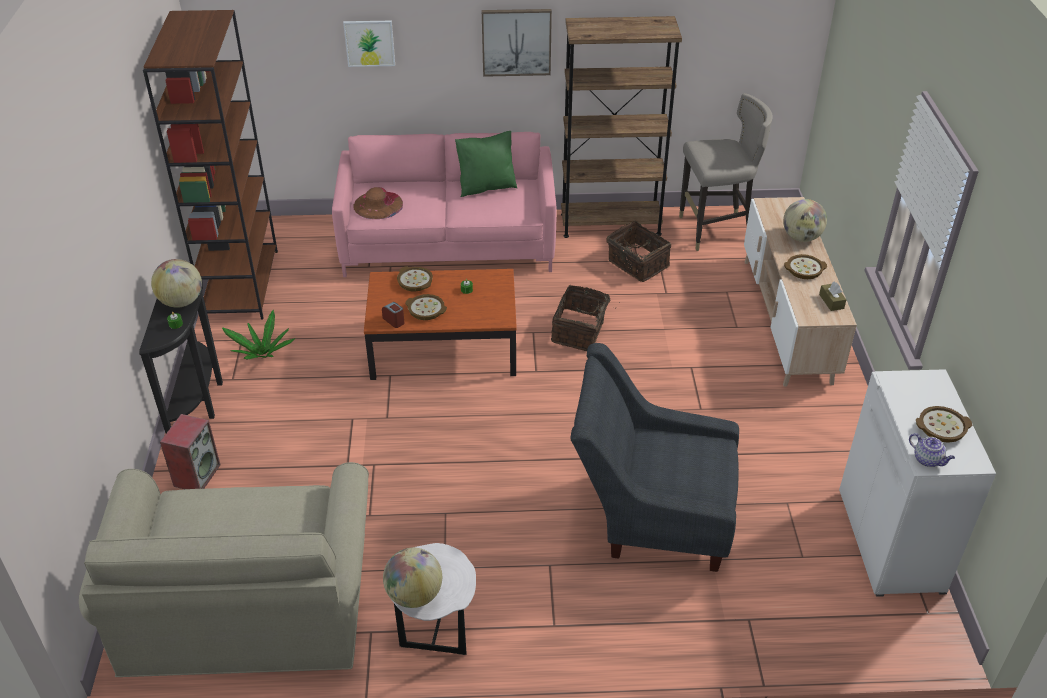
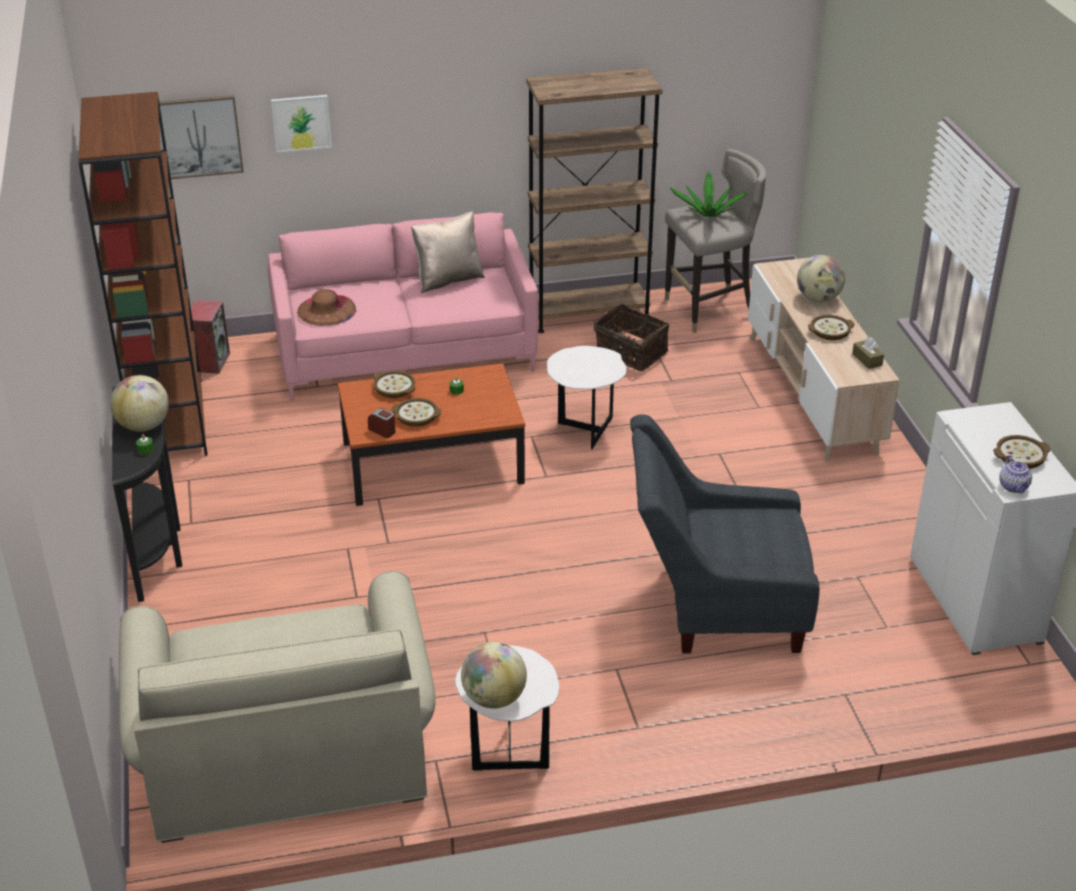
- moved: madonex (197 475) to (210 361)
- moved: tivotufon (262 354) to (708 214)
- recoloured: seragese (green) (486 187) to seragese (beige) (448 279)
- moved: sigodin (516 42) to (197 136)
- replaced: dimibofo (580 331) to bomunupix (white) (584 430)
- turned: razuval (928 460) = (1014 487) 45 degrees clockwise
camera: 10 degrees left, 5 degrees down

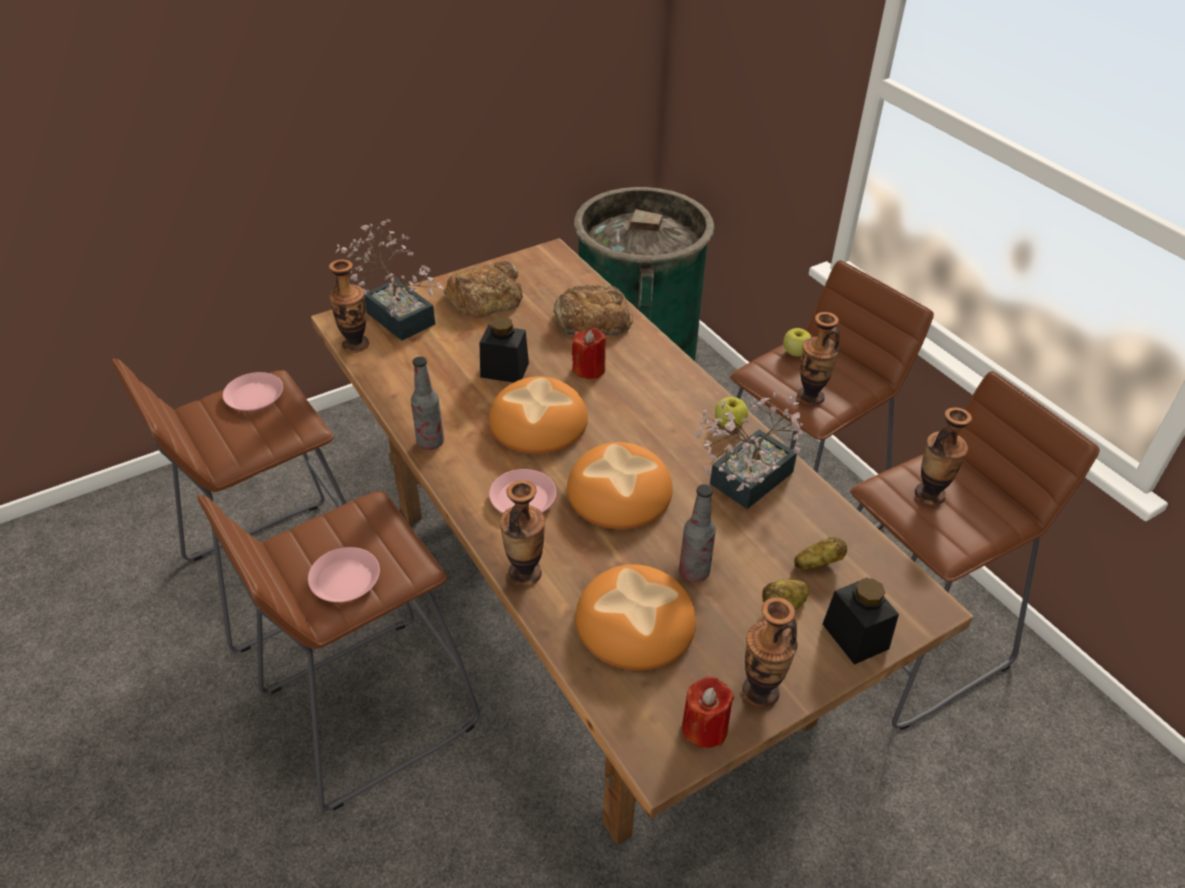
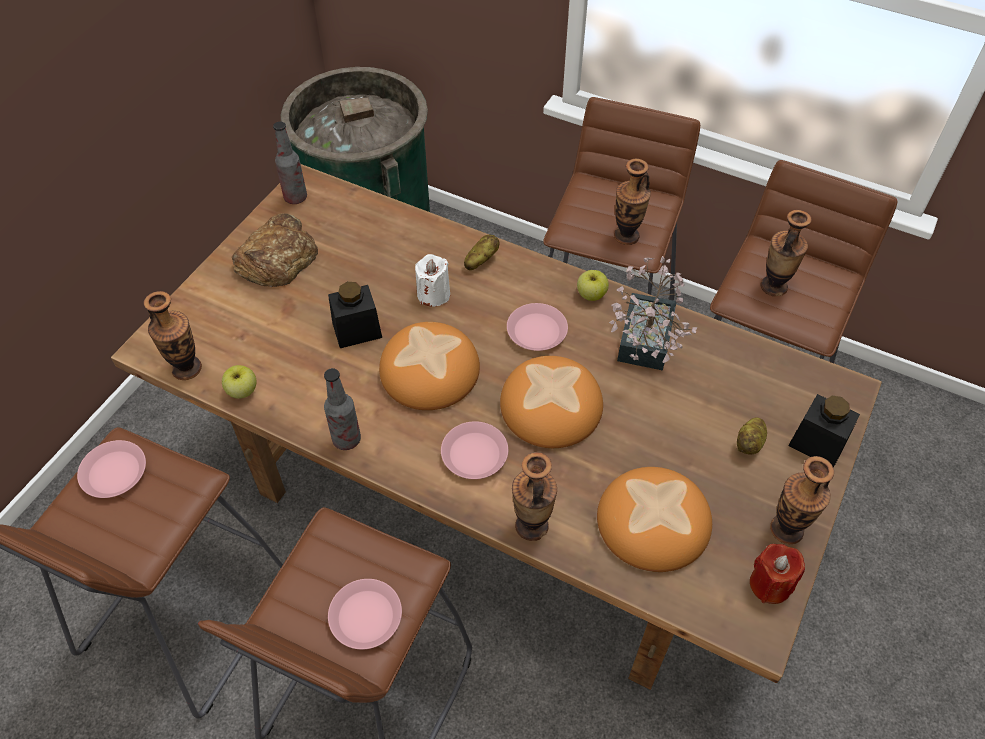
- removed: tivotufon (396 314)
- removed: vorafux (591 319)
- recoloured: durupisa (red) (589 369) to durupisa (white) (433 294)
- moved: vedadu (694 572) to (295 198)
- moved: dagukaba (795 352) to (242 391)
- moved: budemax (817 563) to (481 260)
- added: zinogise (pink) (537 331)
camera: 30 degrees left, 10 degrees up

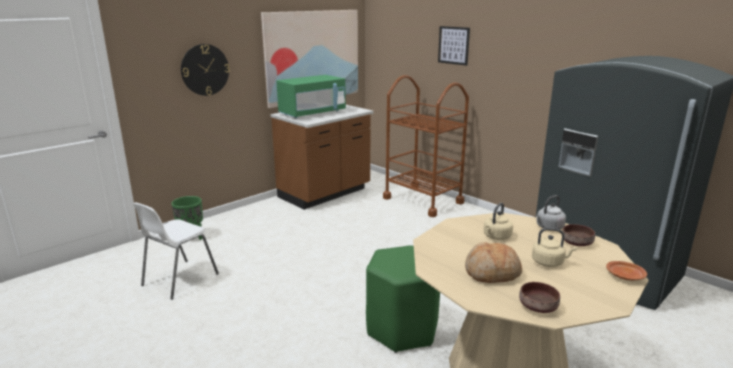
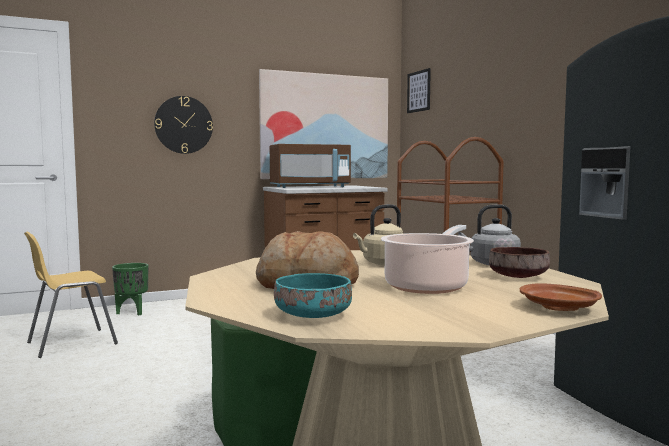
- recoloured: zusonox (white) (179 280) to zusonox (yellow) (71 343)
- recoloured: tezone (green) (312 113) to tezone (brown) (310 187)
- moved: sigodin (453 45) to (419 91)
- recoloured: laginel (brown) (539 307) to laginel (turquoise) (314 316)
- replaced: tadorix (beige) (549 262) to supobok (428 286)
camera: 20 degrees right, 15 degrees down

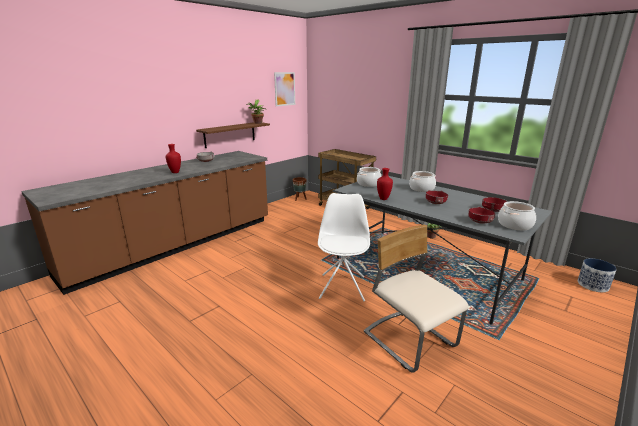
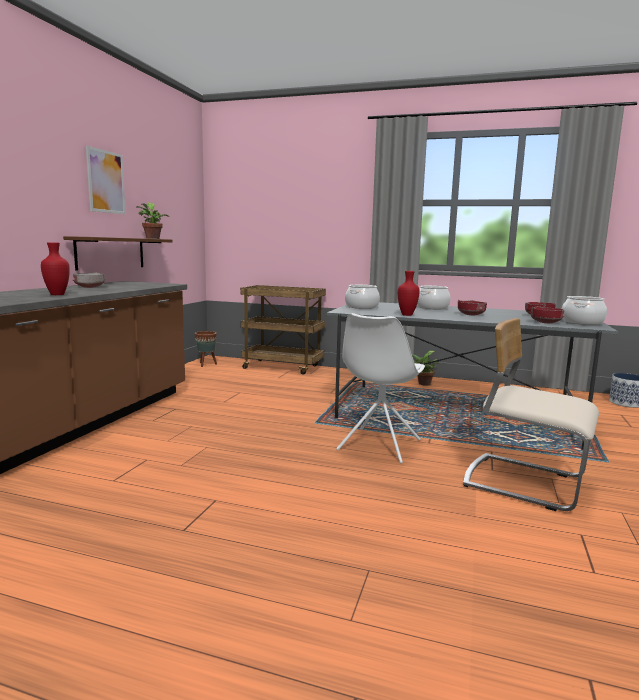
- moved: sigodin (284 89) to (106 182)
- turned: zusonox (white) (342 287) = (378 445) 135 degrees counterclockwise
camera: 25 degrees left, 10 degrees down

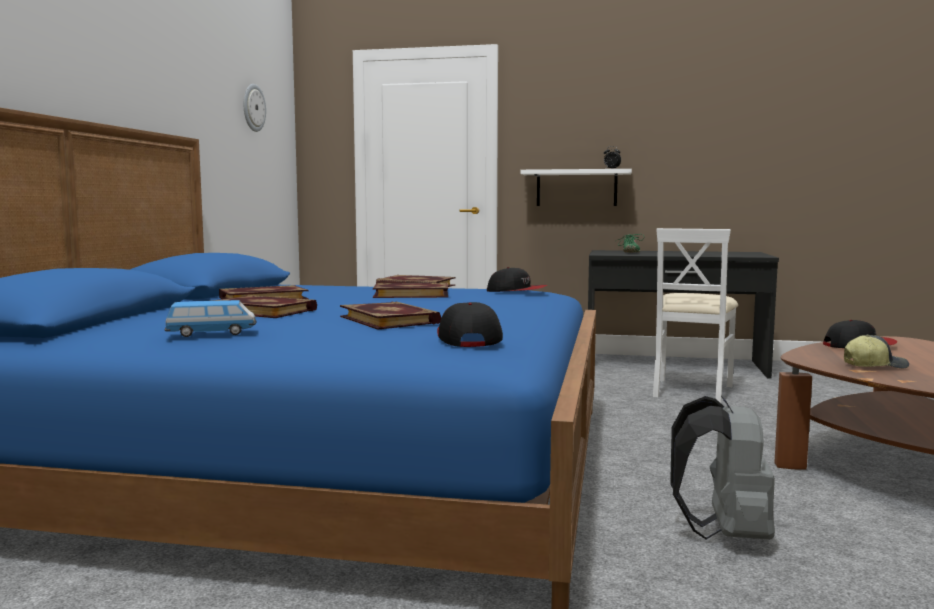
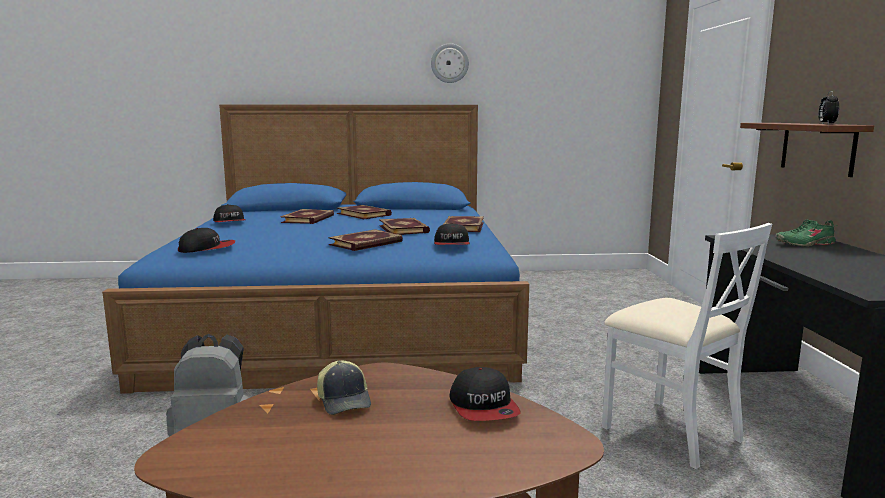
- replaced: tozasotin (212 333) to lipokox (230 222)
- moved: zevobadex (253 108) to (449 63)
- moved: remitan (390 320) to (366 243)
- recoloured: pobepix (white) (576 188) to pobepix (brown) (817 148)
- turned: zusonox (white) (690 390) = (670 431) 135 degrees counterclockwise
camera: 75 degrees right, 5 degrees up

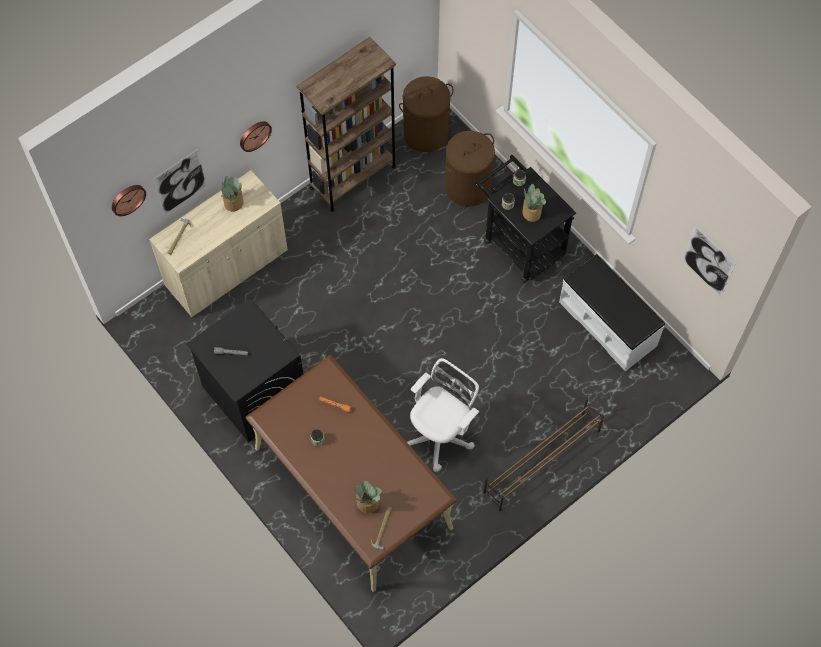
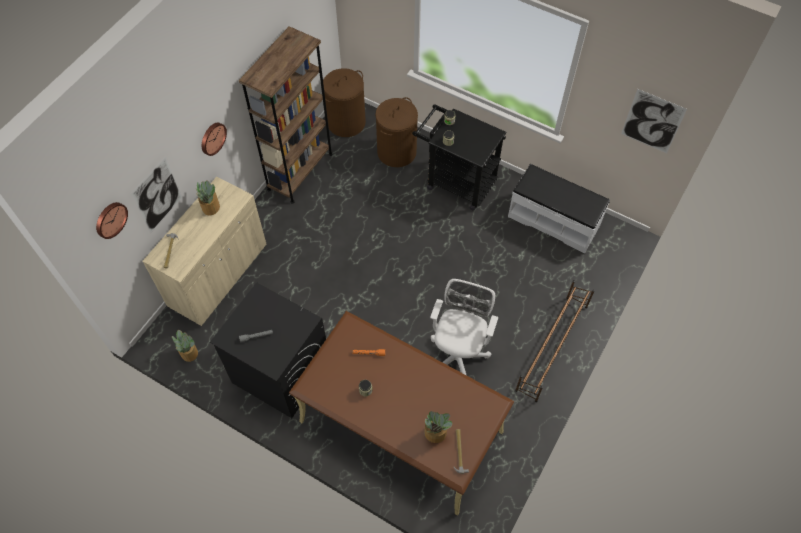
- moved: tivotufon (531 212) to (189 352)
camera: 20 degrees left, 5 degrees down

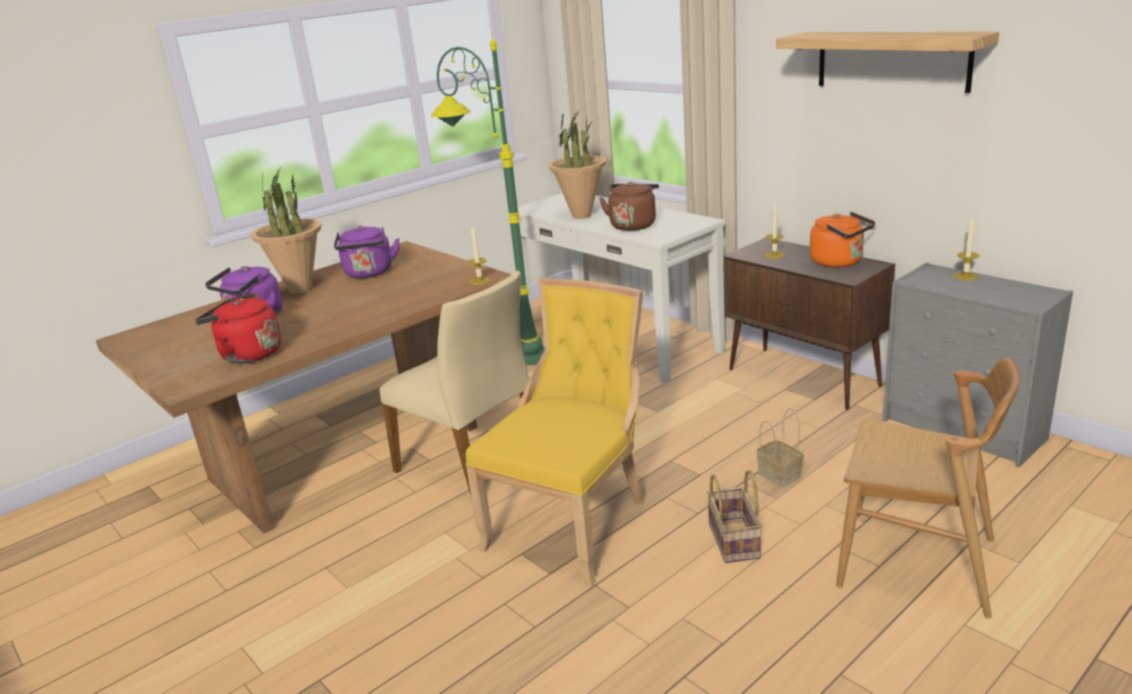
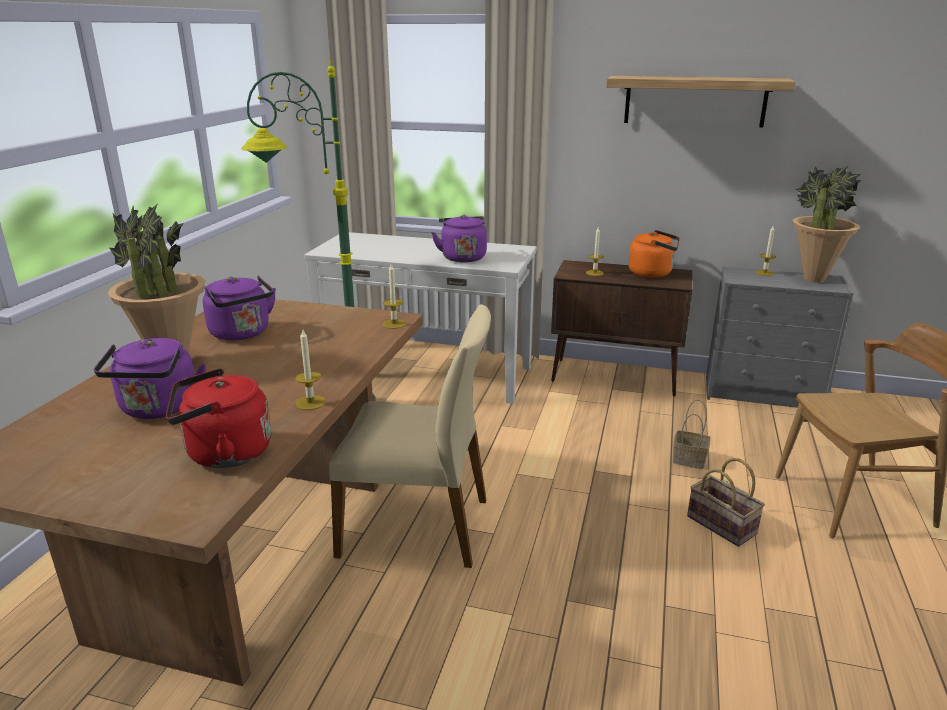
- removed: zusonox (yellow) (573 523)
- moved: tivotufon (581 216) to (813 279)
- recoloured: tadorix (brown) (633 225) to tadorix (purple) (462 257)
- added: durupisa (310 403)
camera: 35 degrees left, 0 degrees up

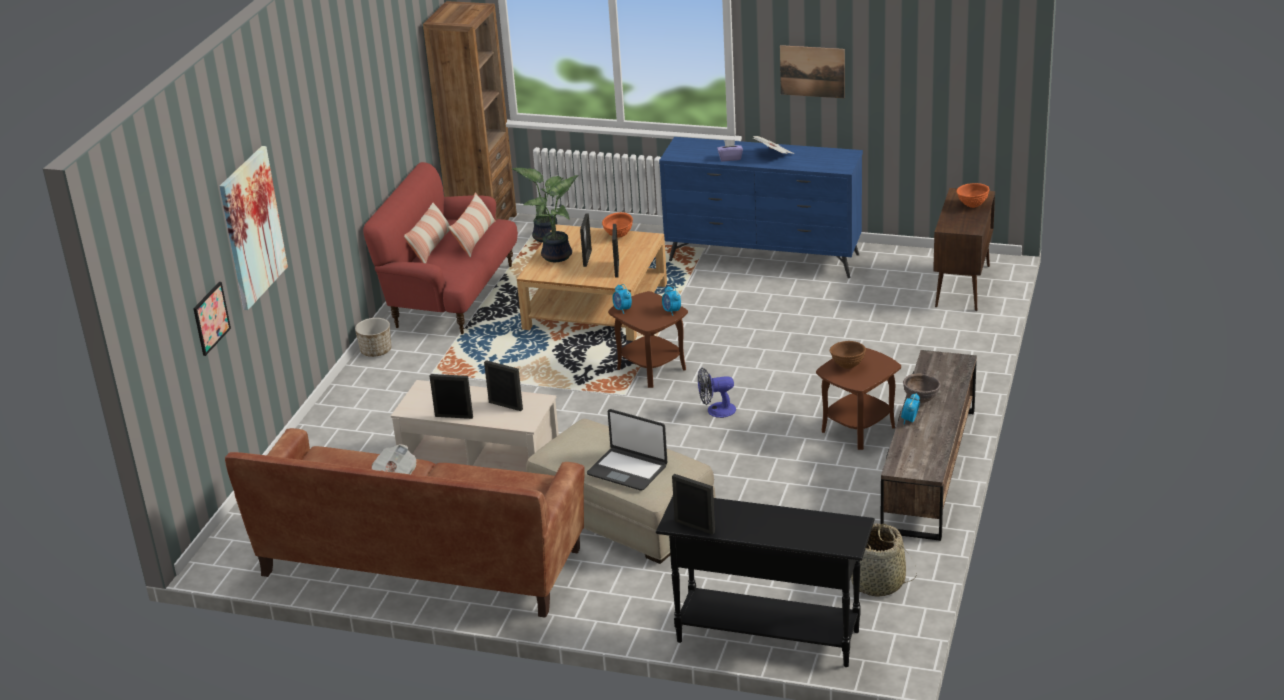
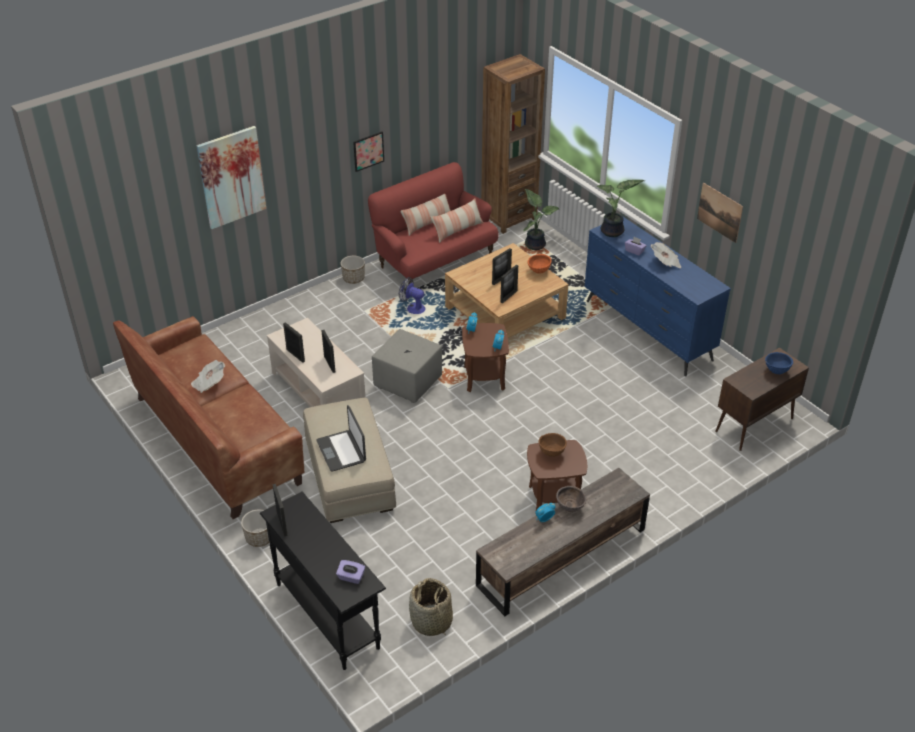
- moved: sigodin (211 318) to (368 151)
- moved: tivotufon (559 256) to (613 232)
- moved: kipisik (716 411) to (412 308)
- recoloured: laginel (orange) (972 206) to laginel (blue) (776 371)
- added: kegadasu (259 538)
- added: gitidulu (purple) (351 577)
- added: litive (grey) (407 382)
camera: 35 degrees right, 10 degrees up

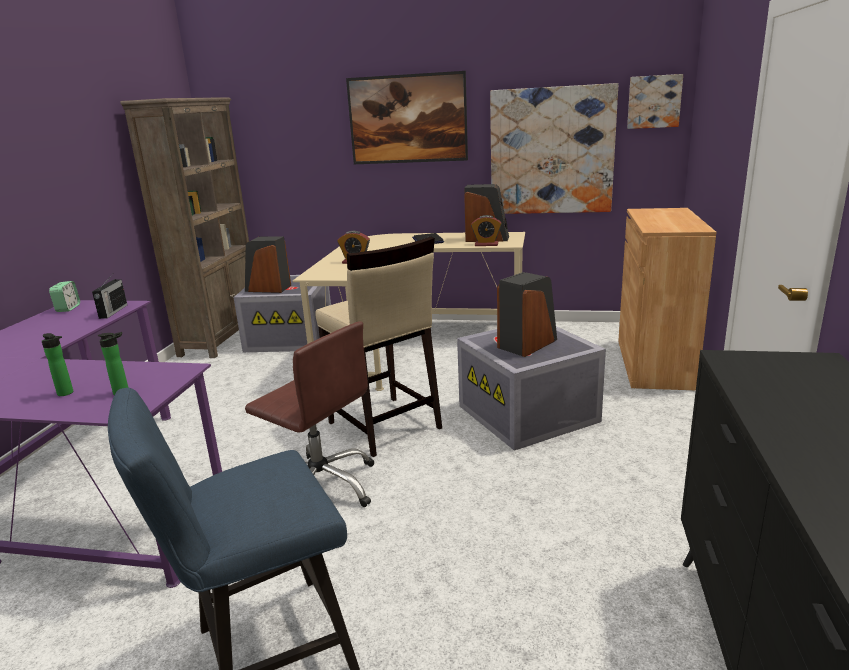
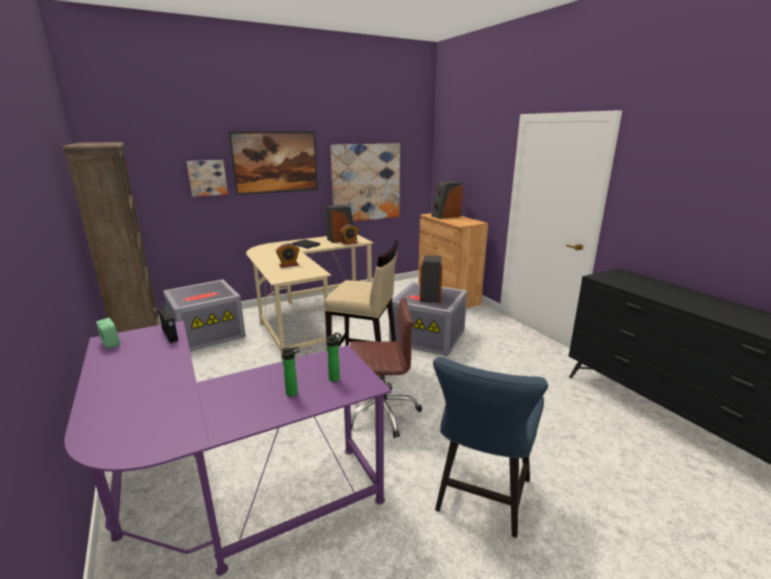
- moved: madonex (268 289) to (446 216)
- moved: sigodin (654 101) to (207 178)
camera: 40 degrees left, 0 degrees up

